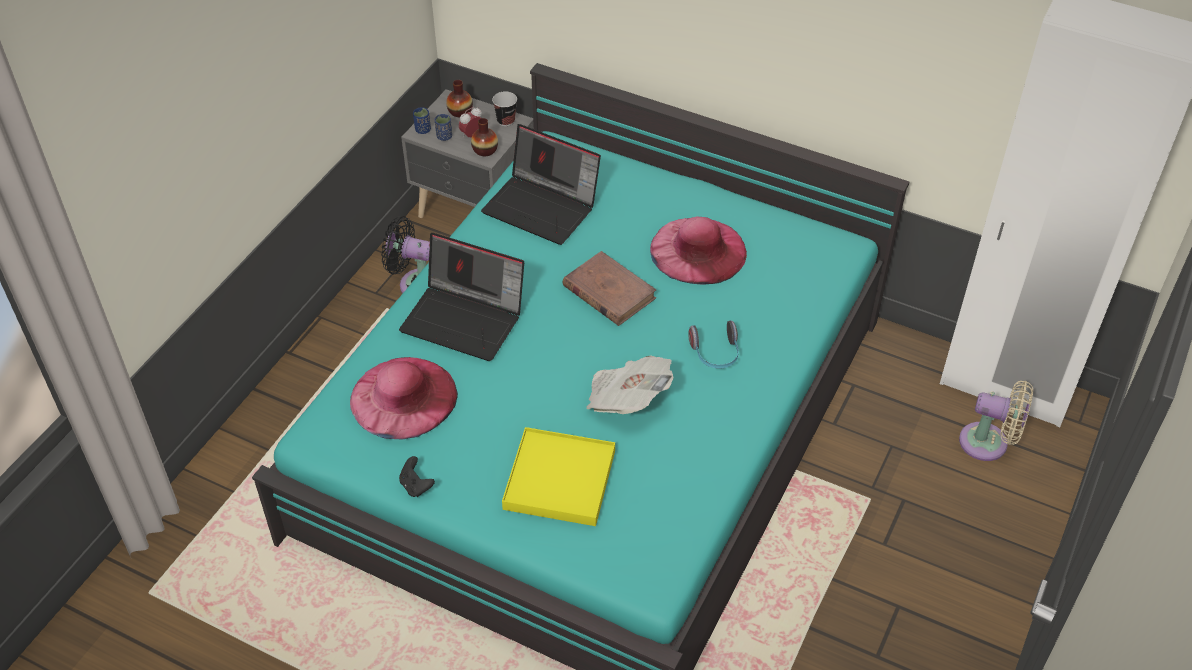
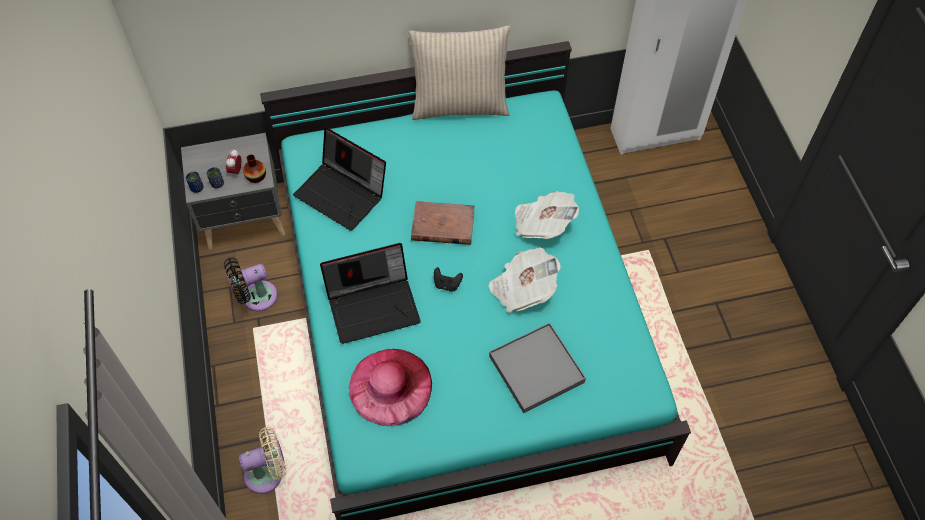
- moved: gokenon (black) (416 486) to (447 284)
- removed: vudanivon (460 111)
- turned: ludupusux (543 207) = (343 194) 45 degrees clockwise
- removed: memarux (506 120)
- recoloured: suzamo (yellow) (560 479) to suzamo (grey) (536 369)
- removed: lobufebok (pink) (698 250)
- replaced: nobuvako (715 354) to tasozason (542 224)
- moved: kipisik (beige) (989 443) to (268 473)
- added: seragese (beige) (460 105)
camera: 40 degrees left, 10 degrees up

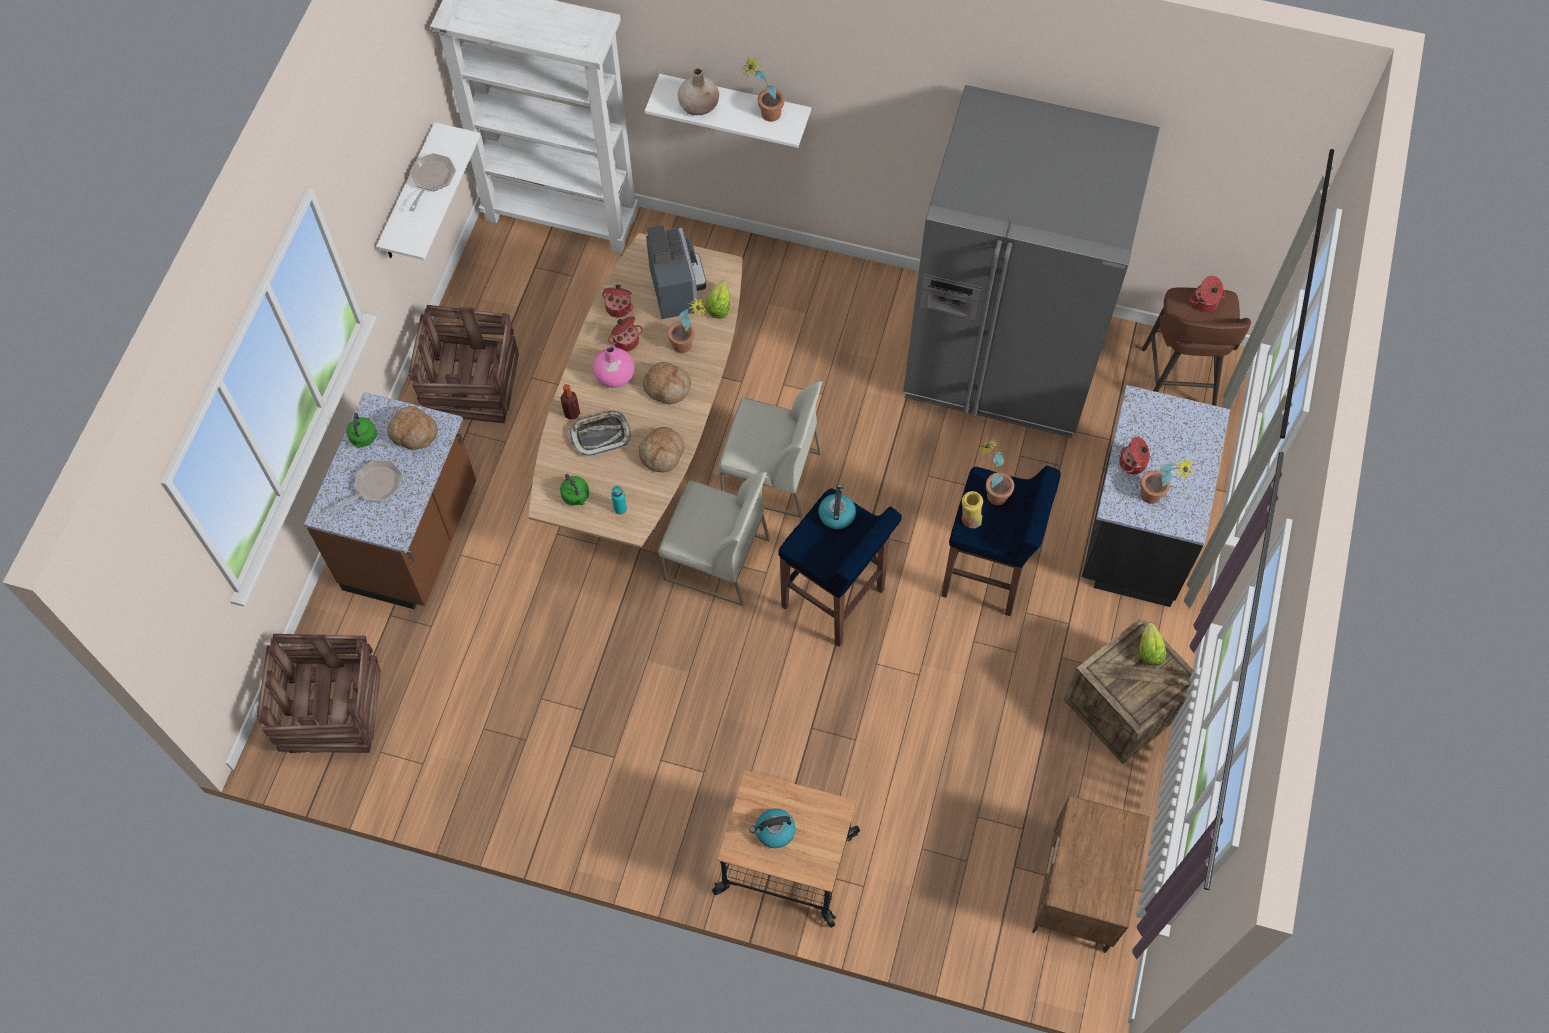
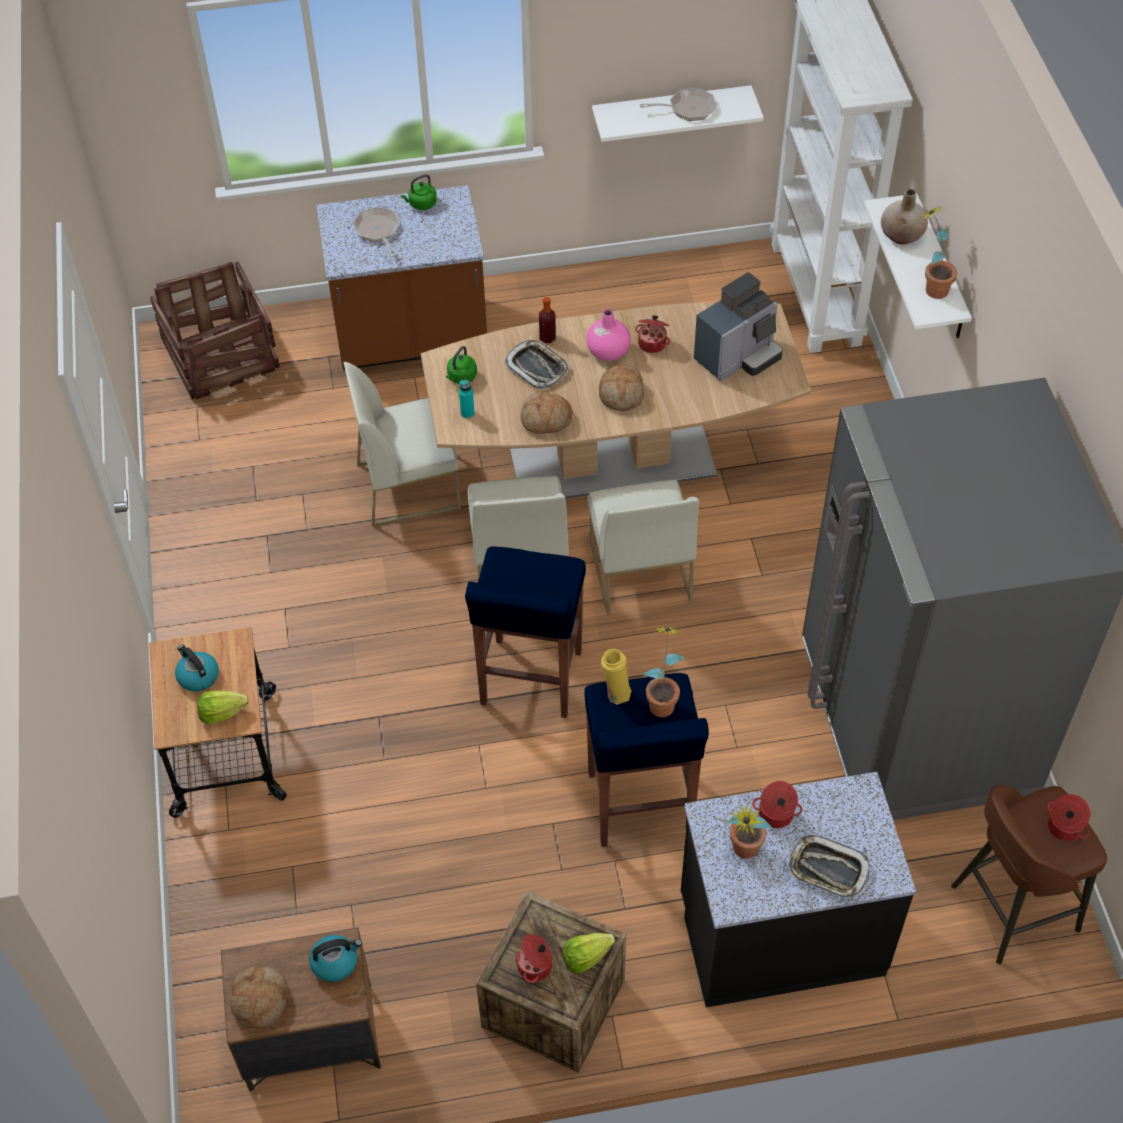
- turned: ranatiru (375 487) = (378 231) 135 degrees counterclockwise
- moved: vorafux (413 433) to (259 1000)
- removed: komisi (471 385)
- moved: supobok (619 307) to (536 966)
- removed: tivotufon (688 346)
- moved: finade (719 307) to (221 713)
- moved: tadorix (836 514) to (335 962)
- added: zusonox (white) (409 485)
- added: suzamo (828 870)
camera: 65 degrees right, 10 degrees down

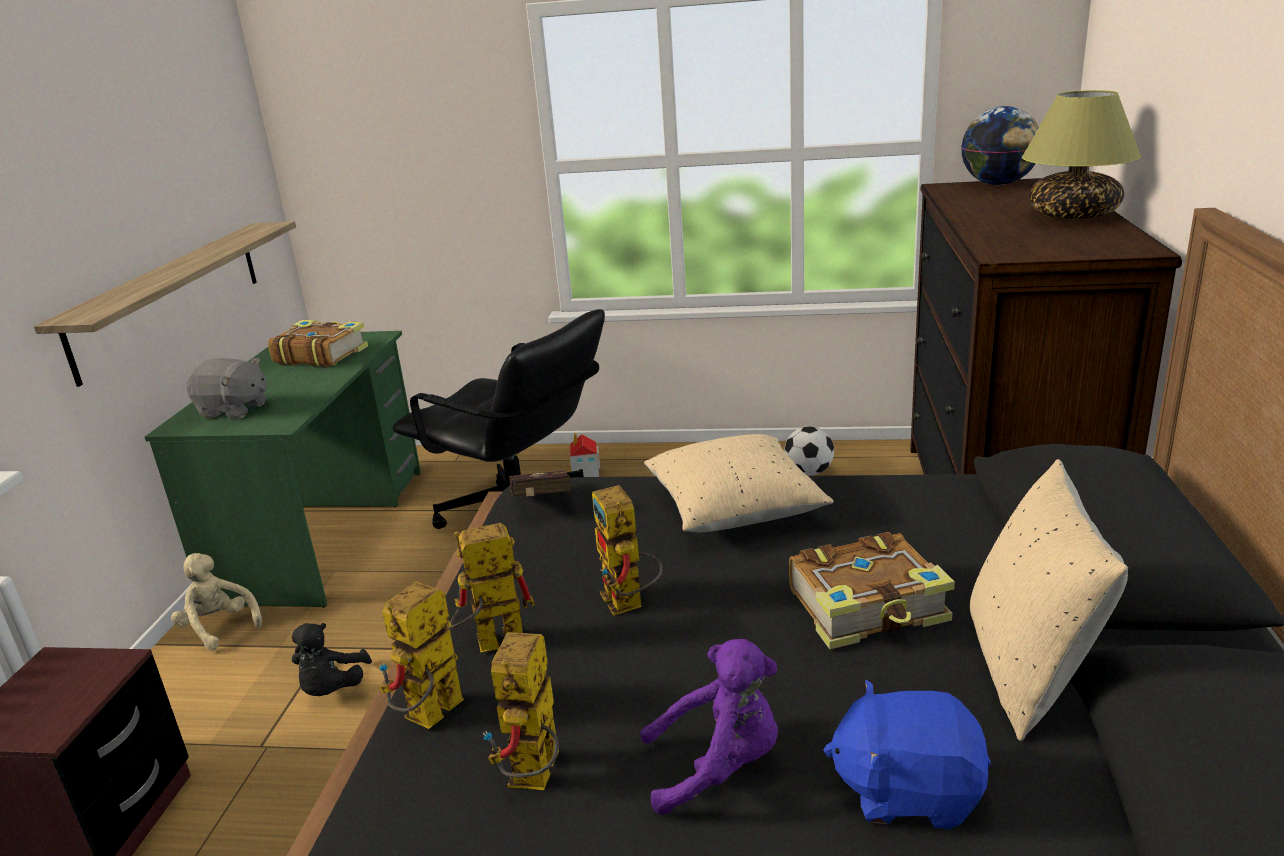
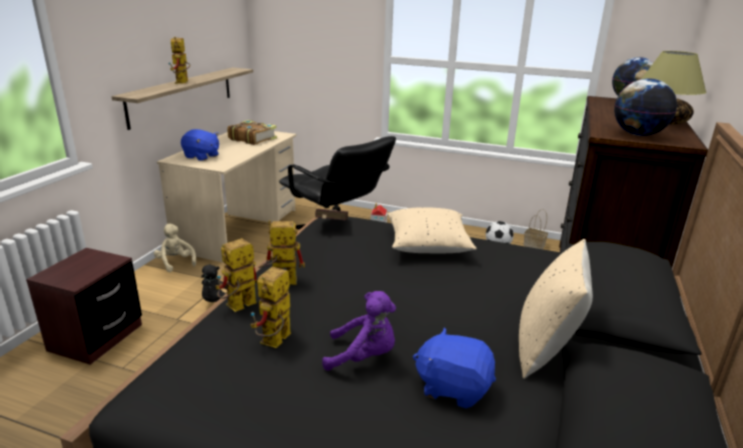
- recoloured: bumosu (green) (324 533) to bumosu (beige) (239 229)
- recoloured: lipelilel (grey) (234 410) to lipelilel (blue) (201 156)
- moved: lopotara (629 604) to (182 83)
- removed: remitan (869 608)
- added: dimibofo (535 245)
- added: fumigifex (638 134)
camera: 10 degrees right, 0 degrees up

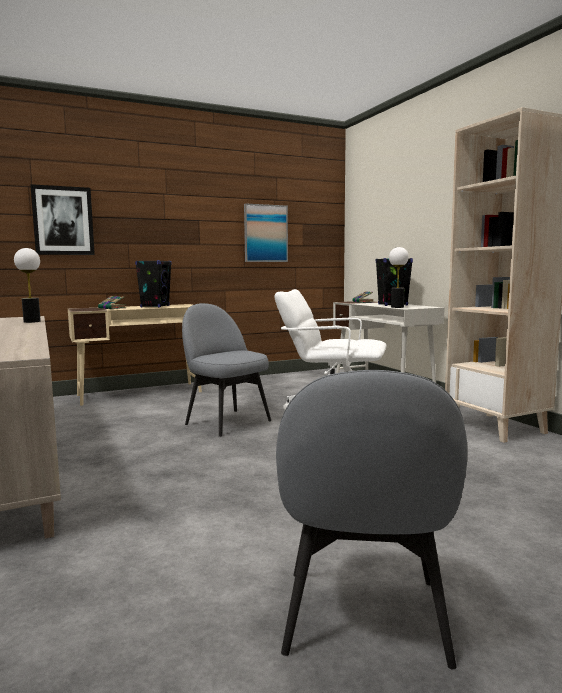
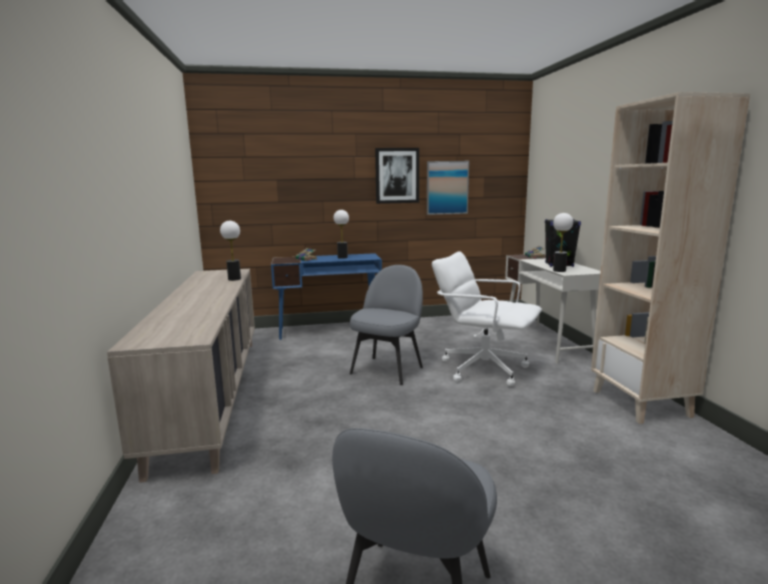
- moved: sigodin (63 221) to (397 175)
- recoloured: bumosu (beige) (140 393) to bumosu (blue) (329 330)
- replaced: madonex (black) (155 306) to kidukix (342 257)
- turned: zusonox (grey) (226 422) = (388 369) 60 degrees clockwise
camera: 15 degrees right, 5 degrees up

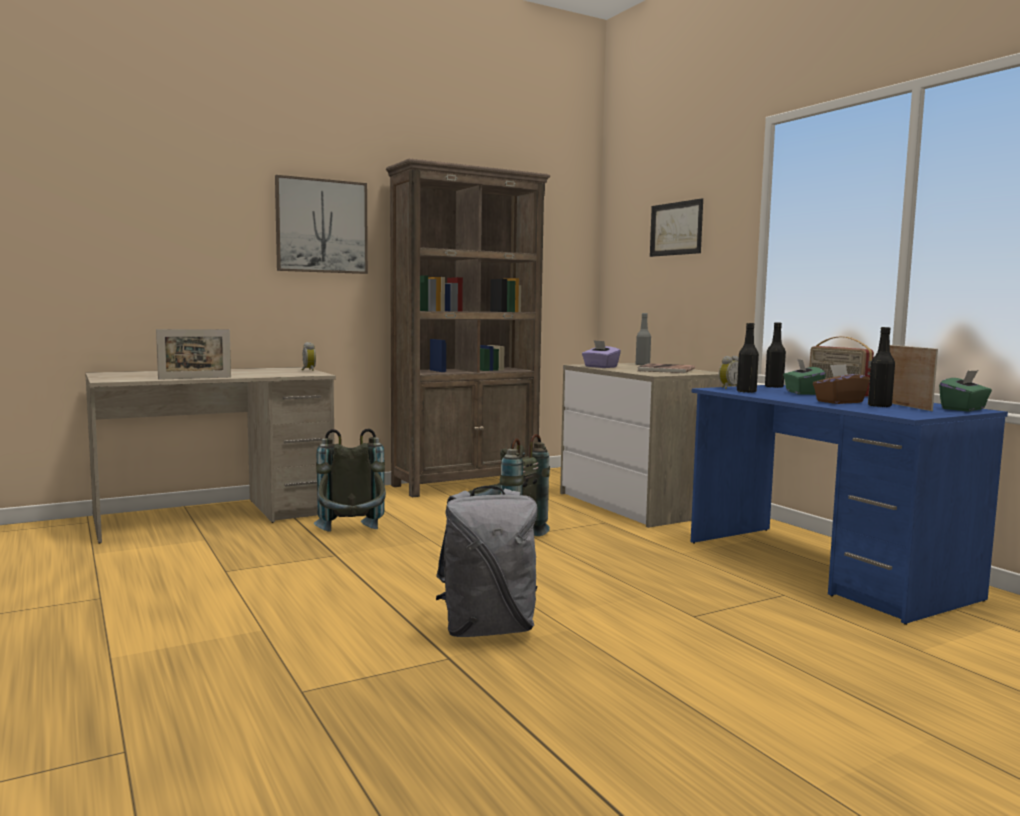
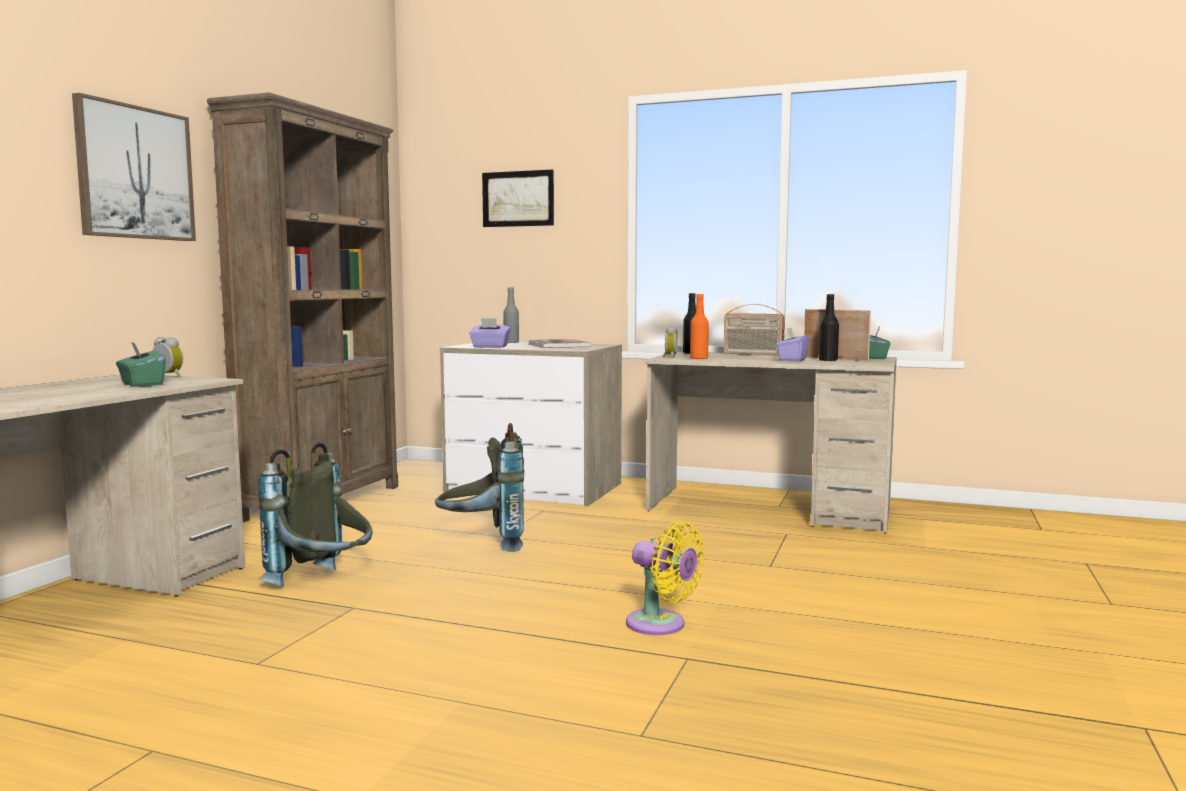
- removed: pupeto (195 378)
- replaced: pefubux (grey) (487 629) to kipisik (yellow) (661 625)
- recoloured: bumosu (blue) (823 569) to bumosu (beige) (769 509)
- recoloured: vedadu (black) (746 392) to vedadu (orange) (699 359)
- moved: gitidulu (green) (802 393) to (141 384)
- recoloured: gitidulu (brown) (839 402) to gitidulu (purple) (792 360)
camera: 40 degrees left, 0 degrees up

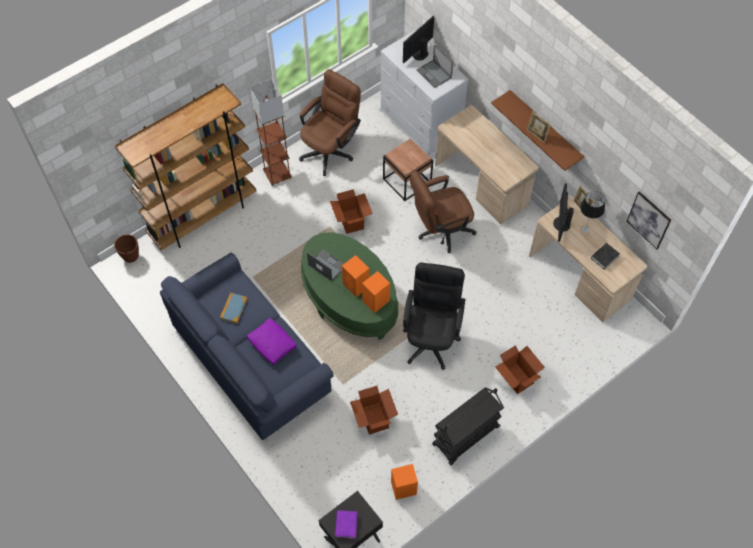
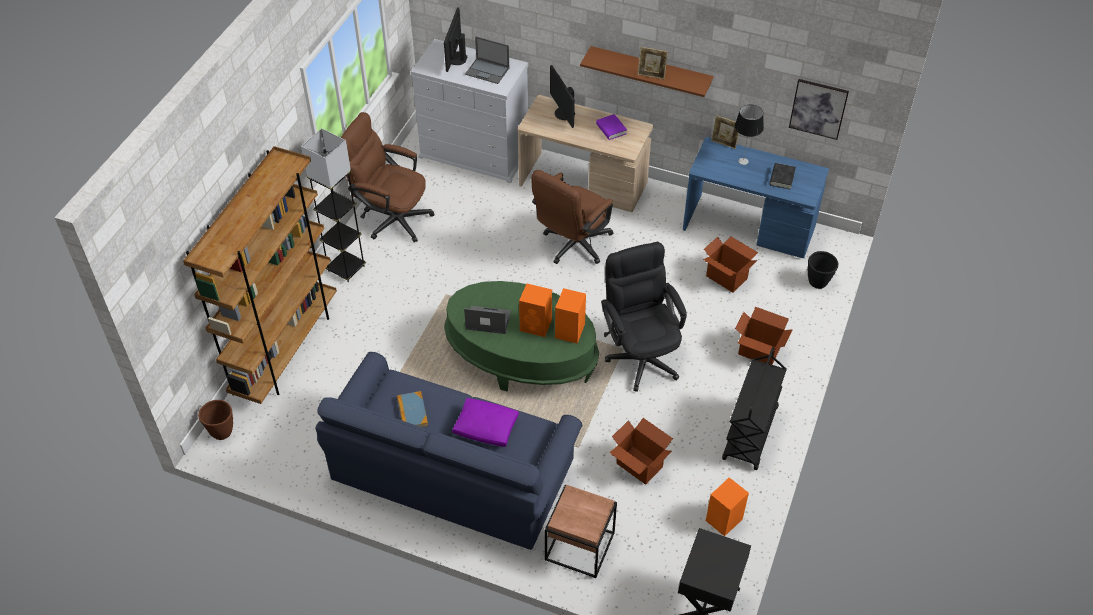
- recoloured: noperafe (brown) (277 175) to noperafe (grey) (346 268)
- turned: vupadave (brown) (331 149) = (391 217) 75 degrees counterclockwise
- moved: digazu (351 221) to (726 277)
- moved: remitan (purple) (346 525) to (611 129)
- moved: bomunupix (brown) (406 181) to (579 547)
- recoloured: bumosu (beige) (580 277) to bumosu (blue) (749 227)
- moved: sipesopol (561 223) to (563 113)
- added: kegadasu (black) (818 283)
camera: 30 degrees left, 10 degrees down

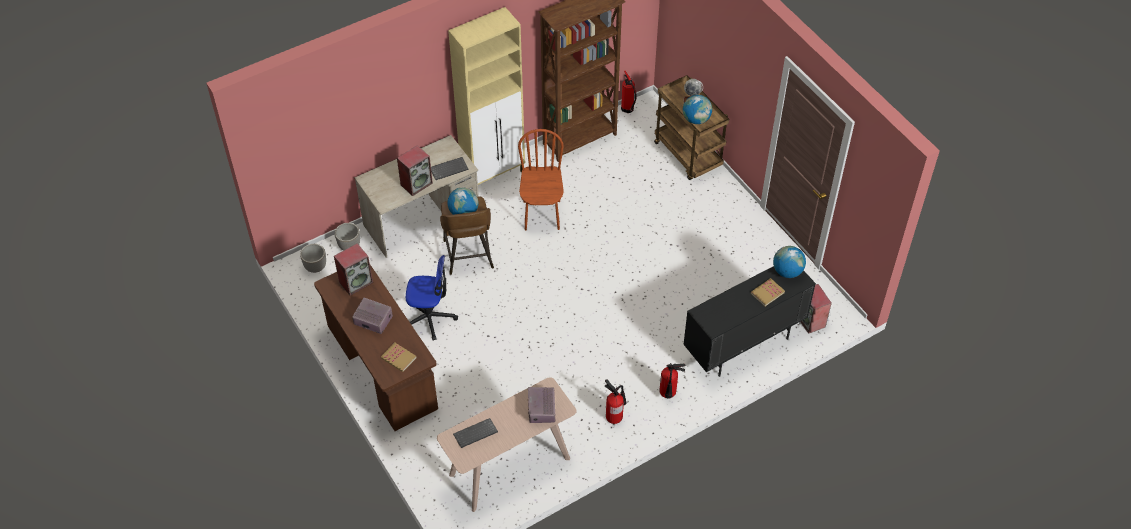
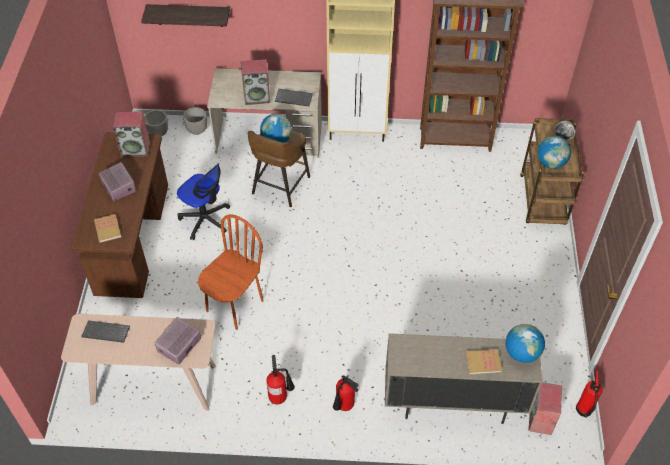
- moved: zusonox (brown) (542 215) to (234 305)
- moved: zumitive (627 109) to (583 411)
- recoloured: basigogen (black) (743 345) to basigogen (beige) (453 403)
- added: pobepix (189 15)
camera: 35 degrees right, 0 degrees up

